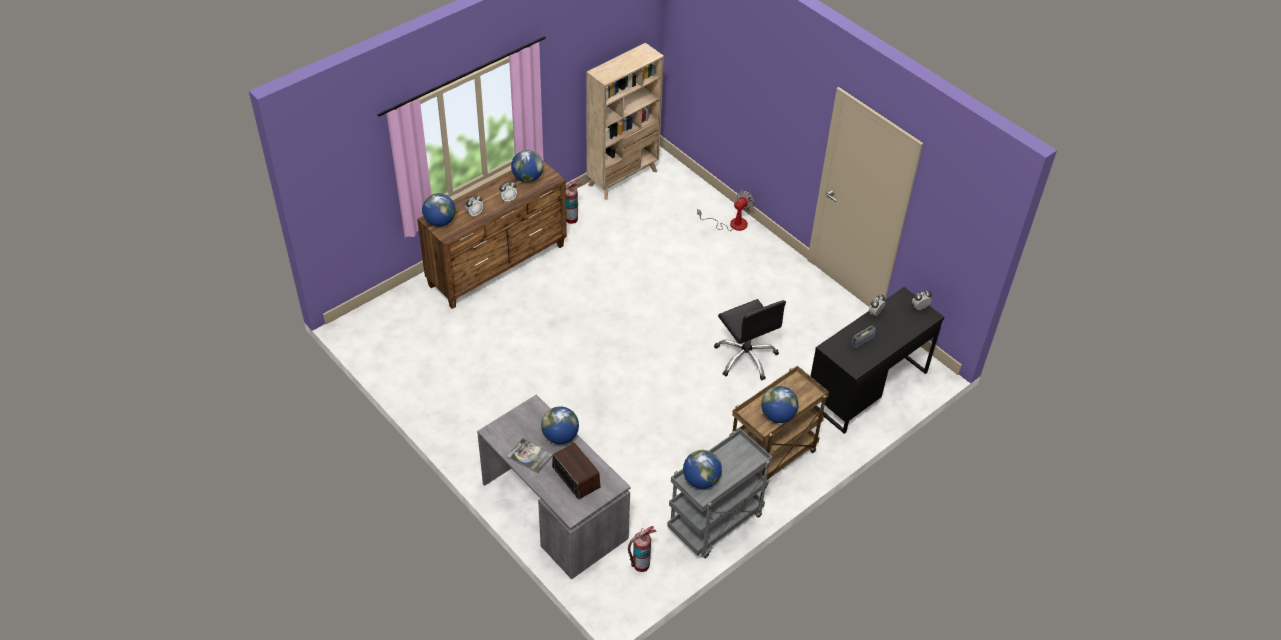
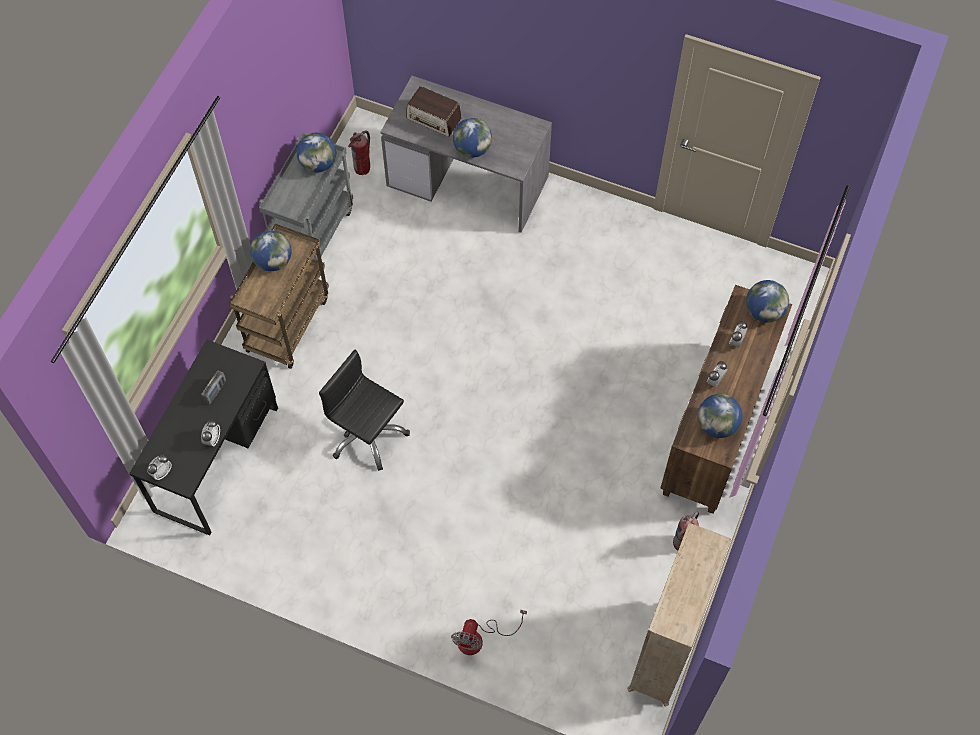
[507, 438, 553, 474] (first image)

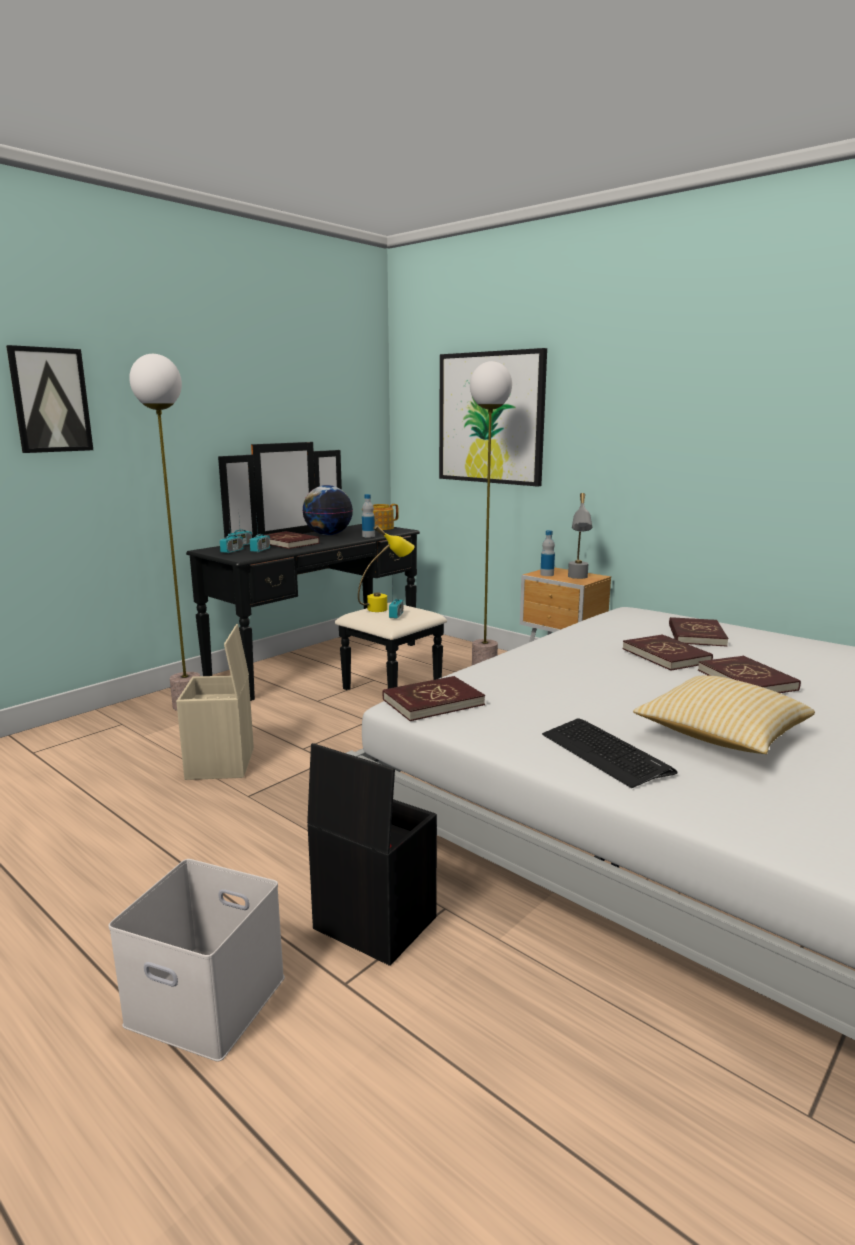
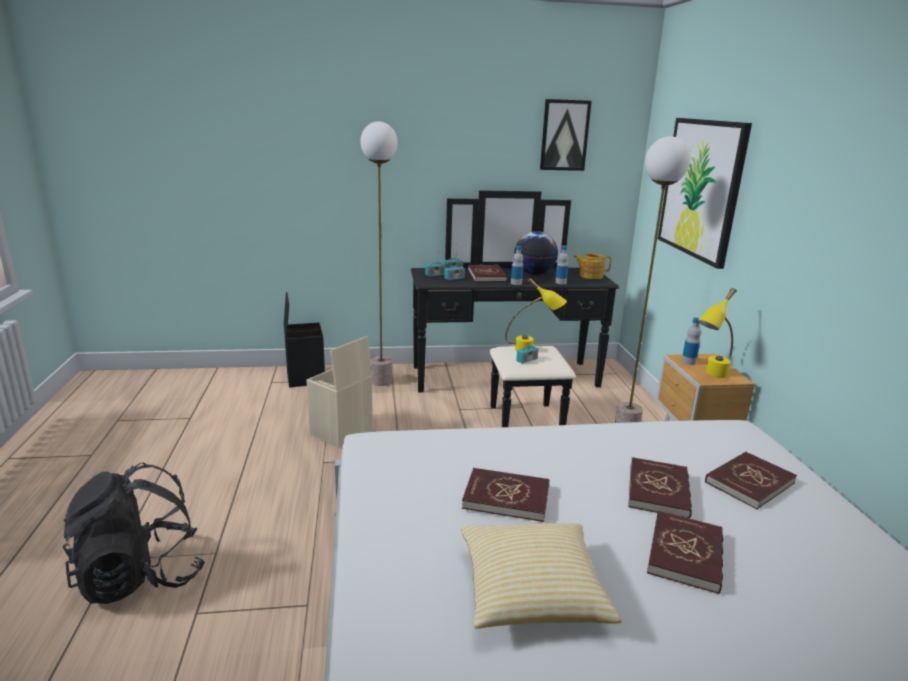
[540, 99, 592, 171]
[698, 288, 737, 378]
[462, 468, 550, 522]
[542, 718, 678, 788] (first image)
[284, 292, 325, 387]
[63, 463, 205, 604]
[511, 246, 523, 285]

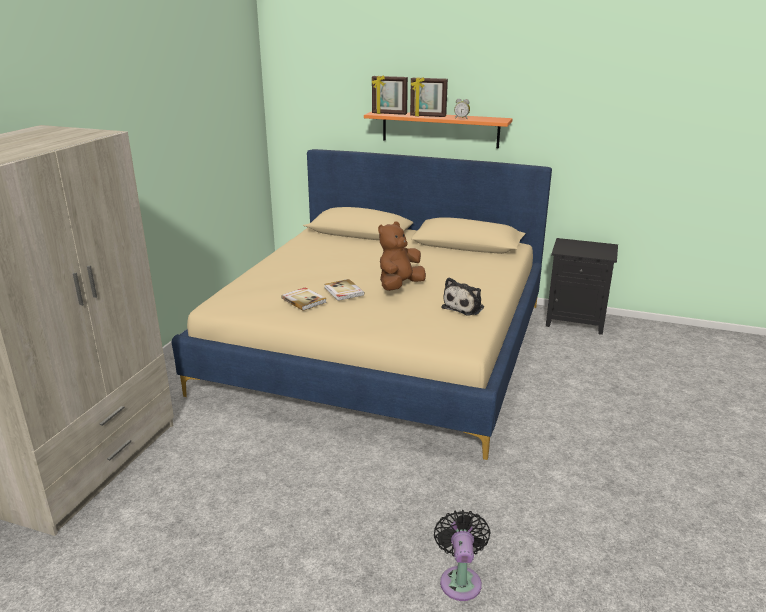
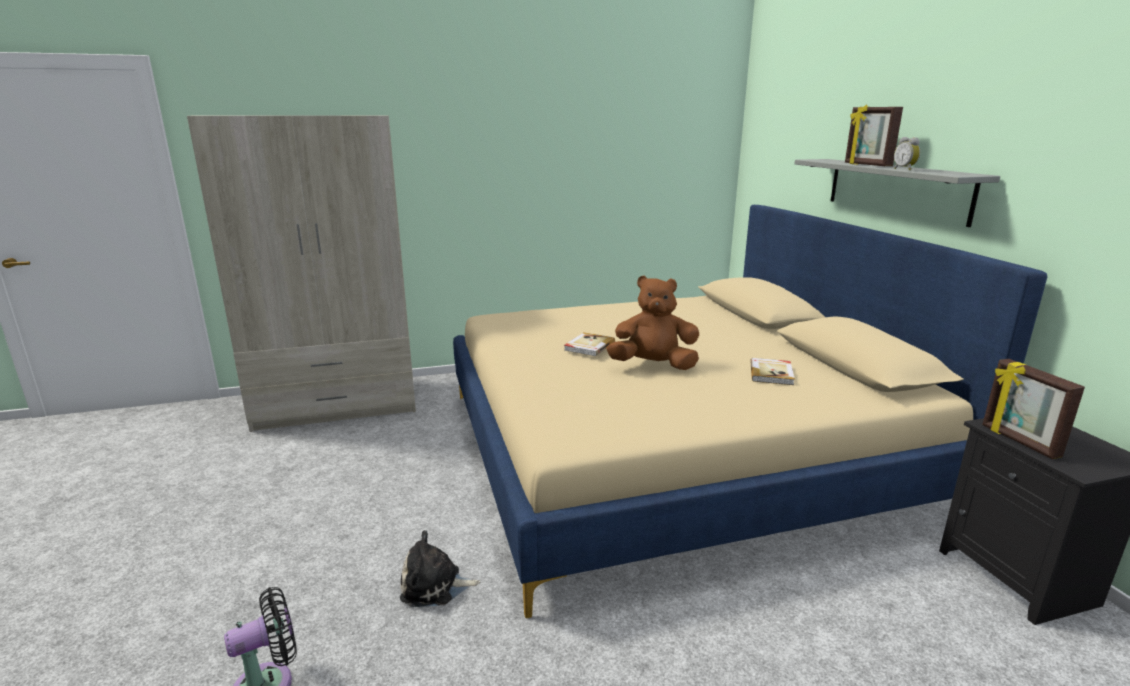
[982, 359, 1085, 459]
[795, 159, 1000, 227]
[400, 530, 480, 607]
[750, 358, 795, 385]

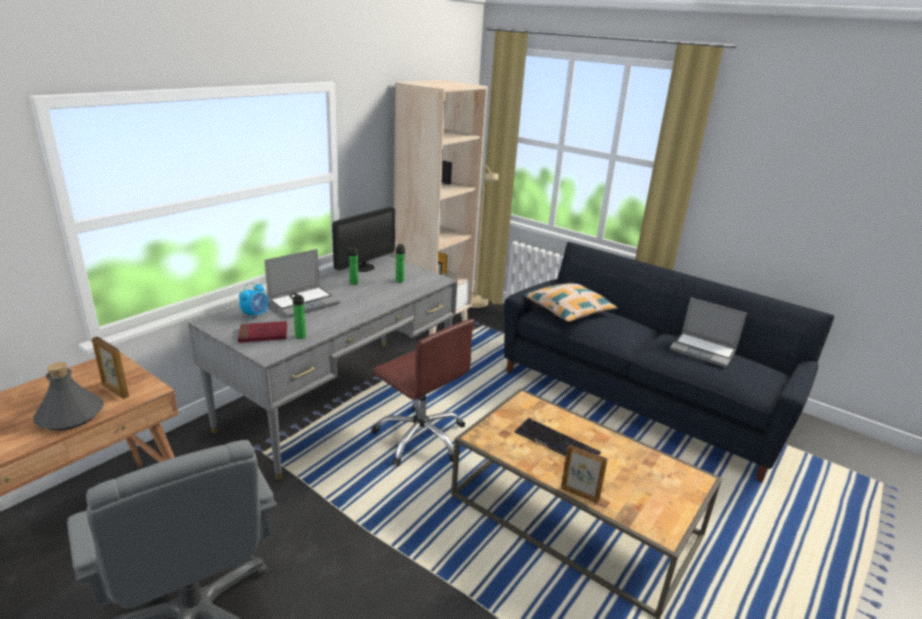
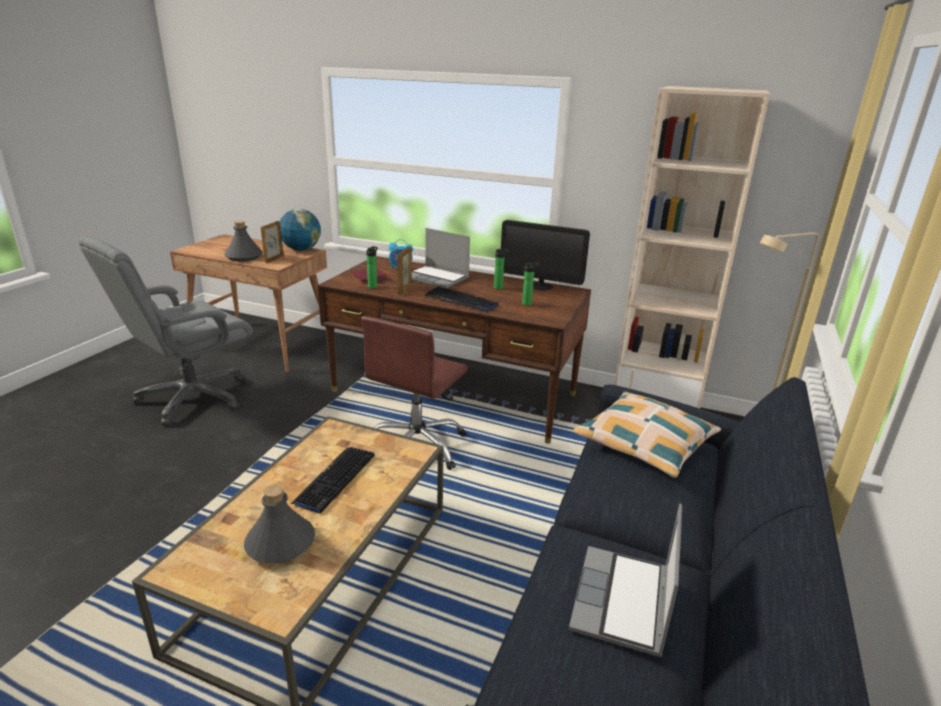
[318, 256, 591, 444]
[397, 246, 412, 295]
[280, 209, 321, 251]
[424, 286, 499, 312]
[244, 484, 315, 563]

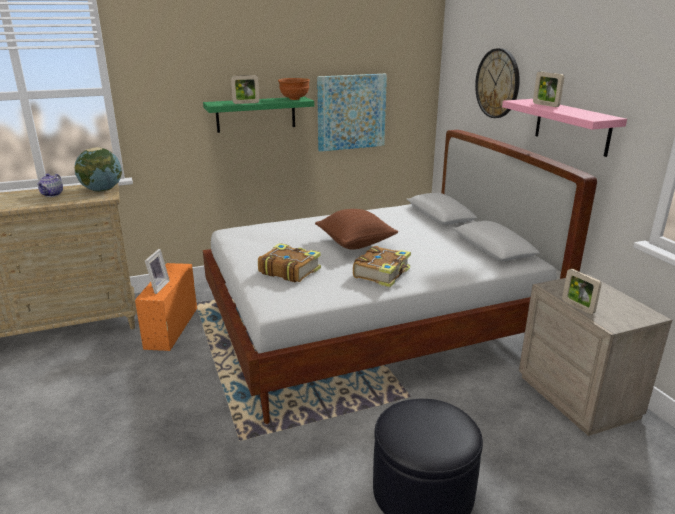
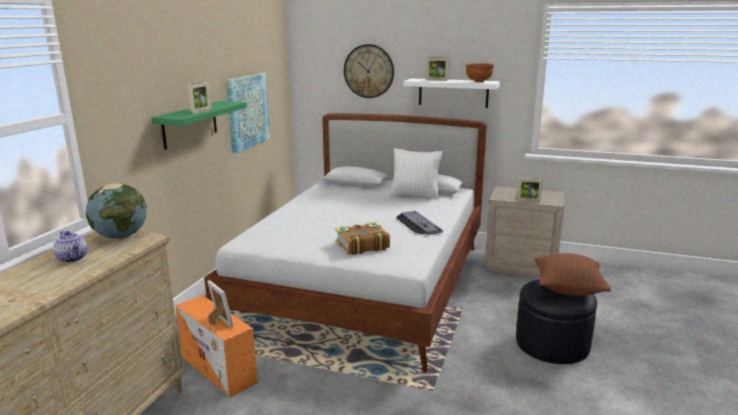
[466, 63, 494, 82]
[403, 78, 500, 108]
[535, 253, 611, 296]
[396, 211, 443, 235]
[390, 148, 443, 199]

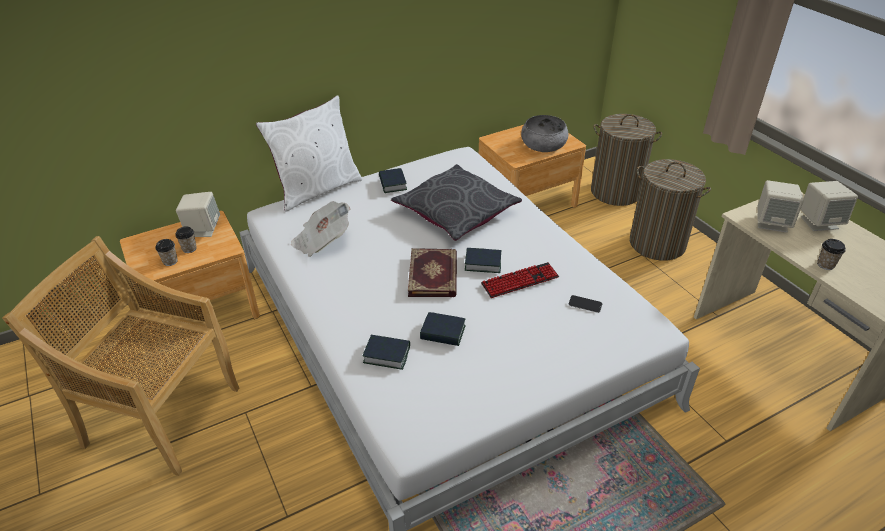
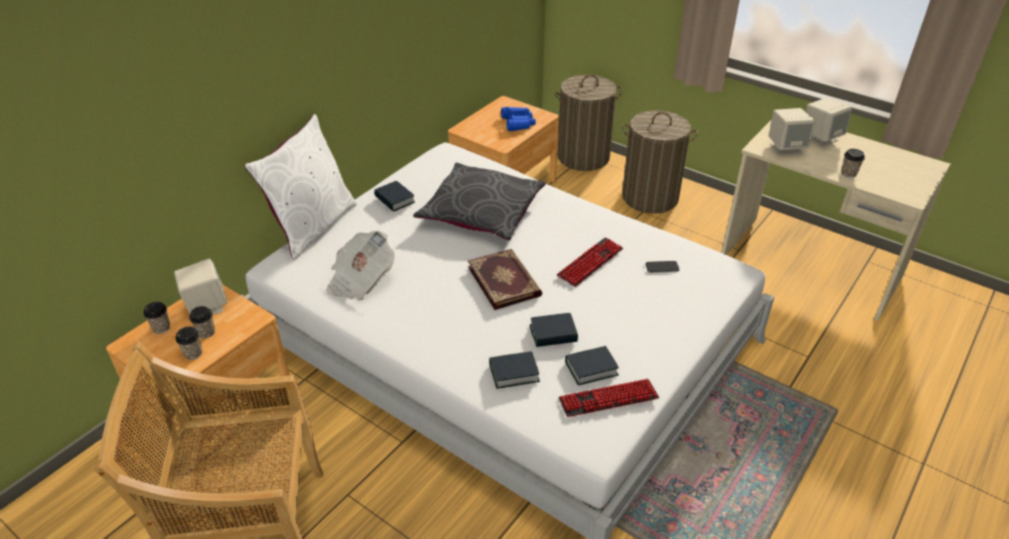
[501, 107, 536, 131]
[565, 346, 619, 385]
[144, 302, 170, 334]
[558, 379, 659, 417]

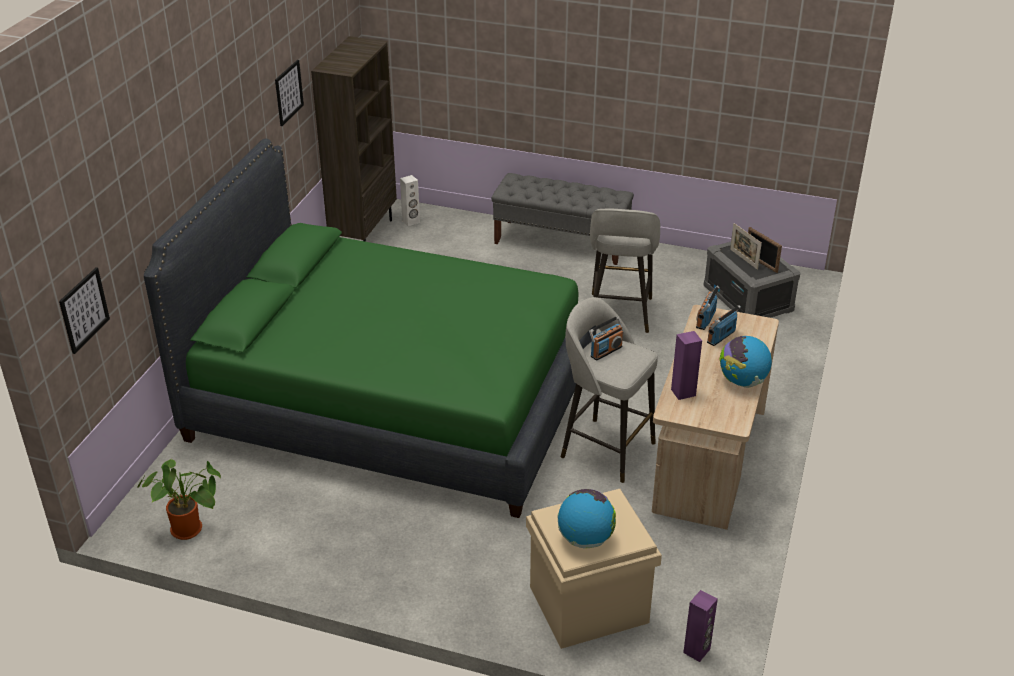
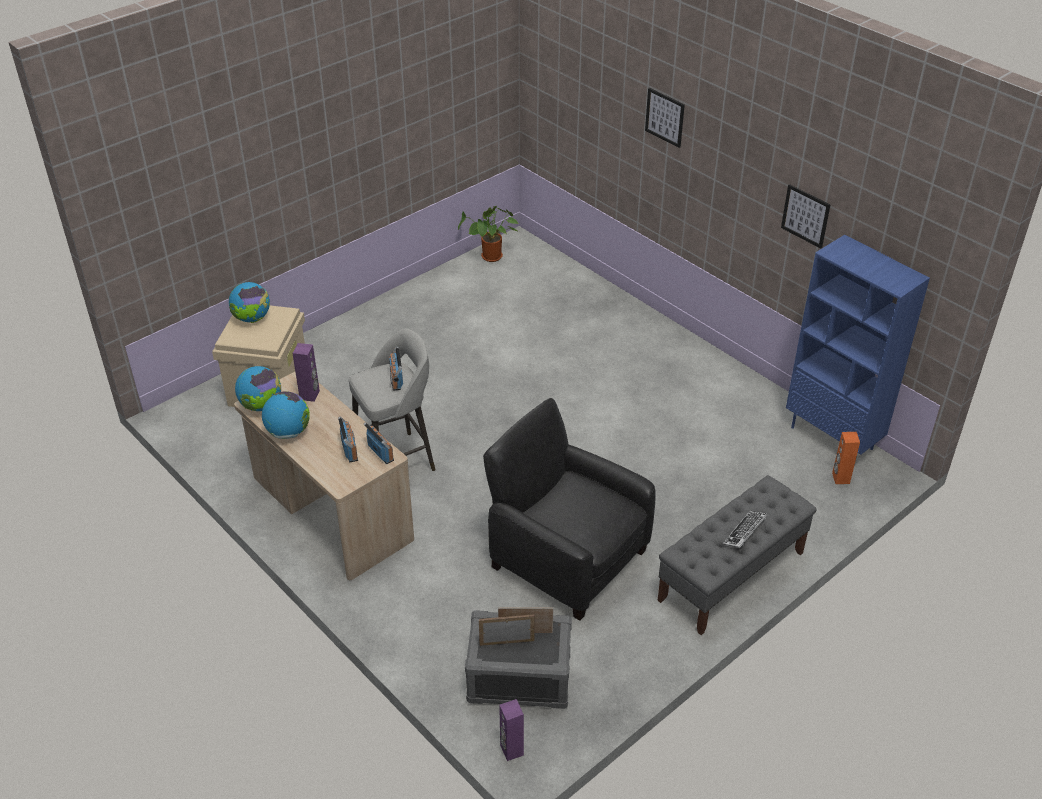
[786, 235, 930, 455]
[144, 139, 596, 518] (first image)
[832, 432, 860, 484]
[483, 398, 656, 621]
[645, 88, 685, 148]
[499, 699, 524, 761]
[235, 366, 281, 411]
[722, 510, 768, 548]

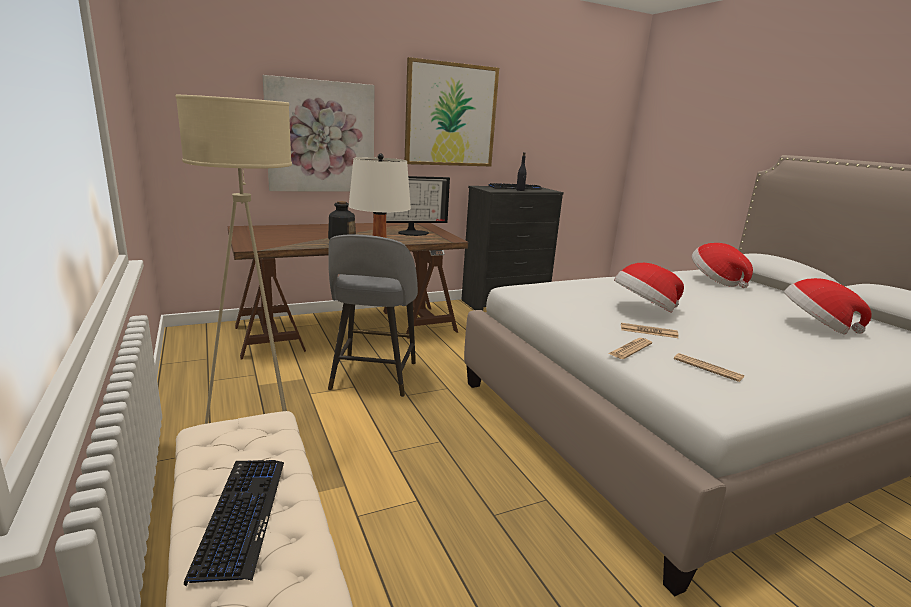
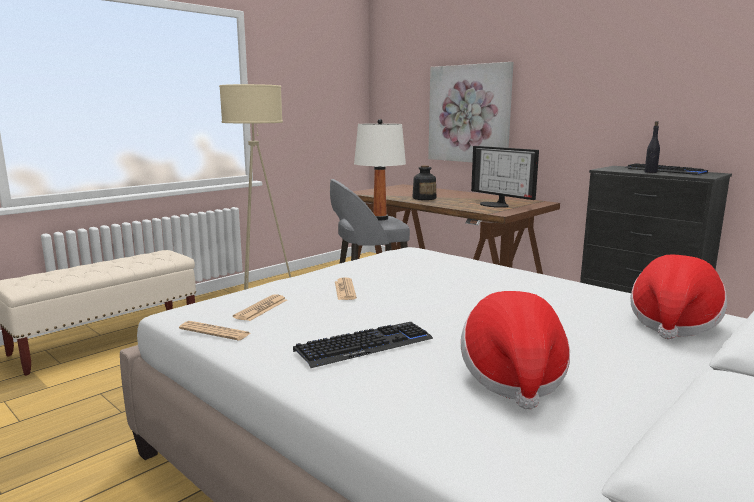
[405, 57, 499, 166] (first image)
[614, 263, 684, 313] (first image)
[179, 321, 251, 341]
[293, 322, 433, 368]

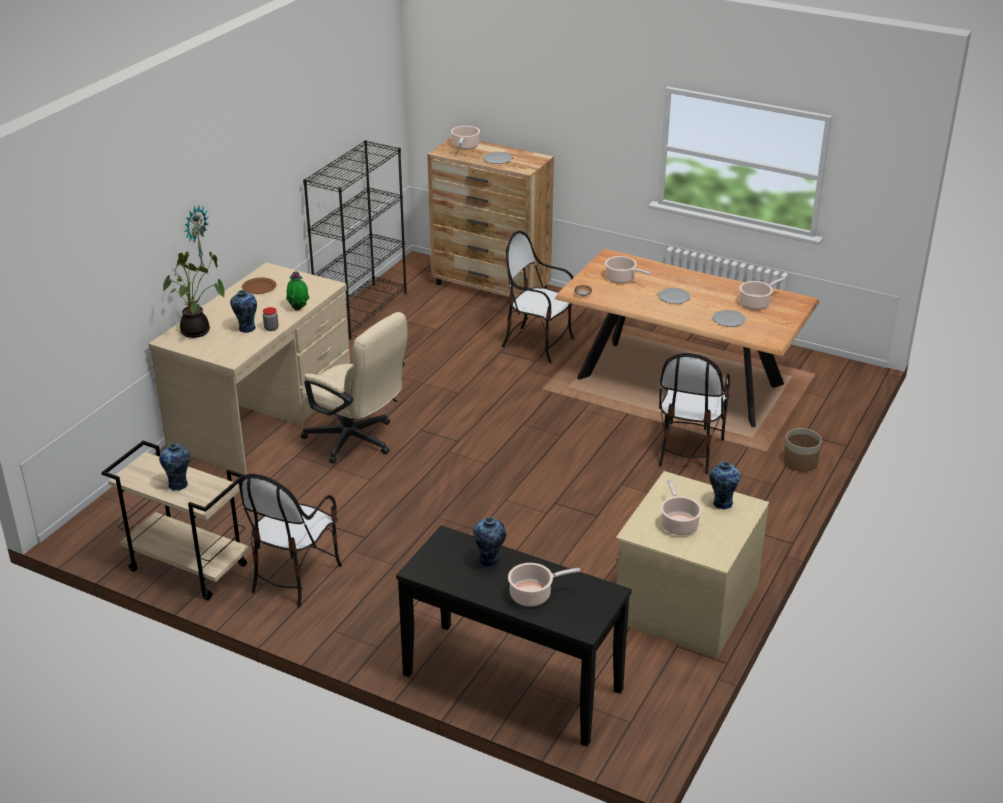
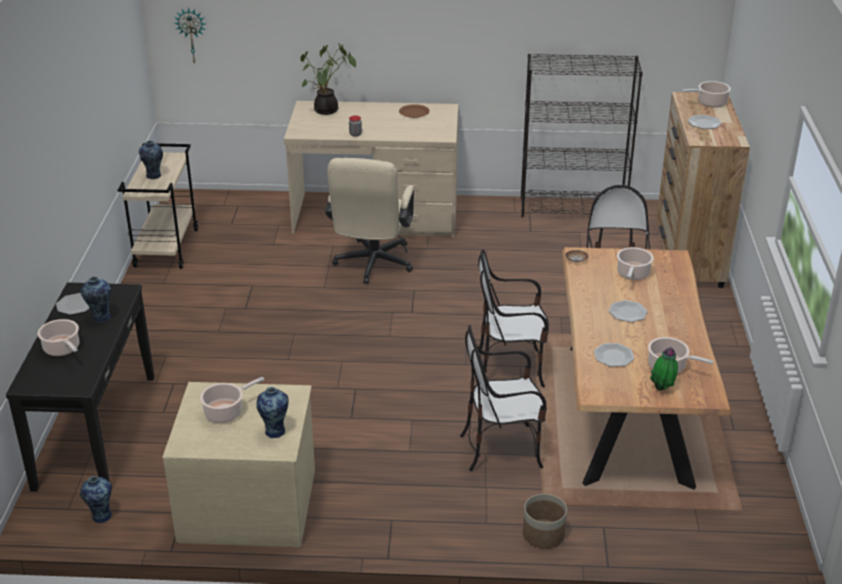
[174, 7, 206, 65]
[650, 347, 678, 390]
[80, 476, 113, 523]
[478, 249, 549, 387]
[56, 293, 90, 315]

